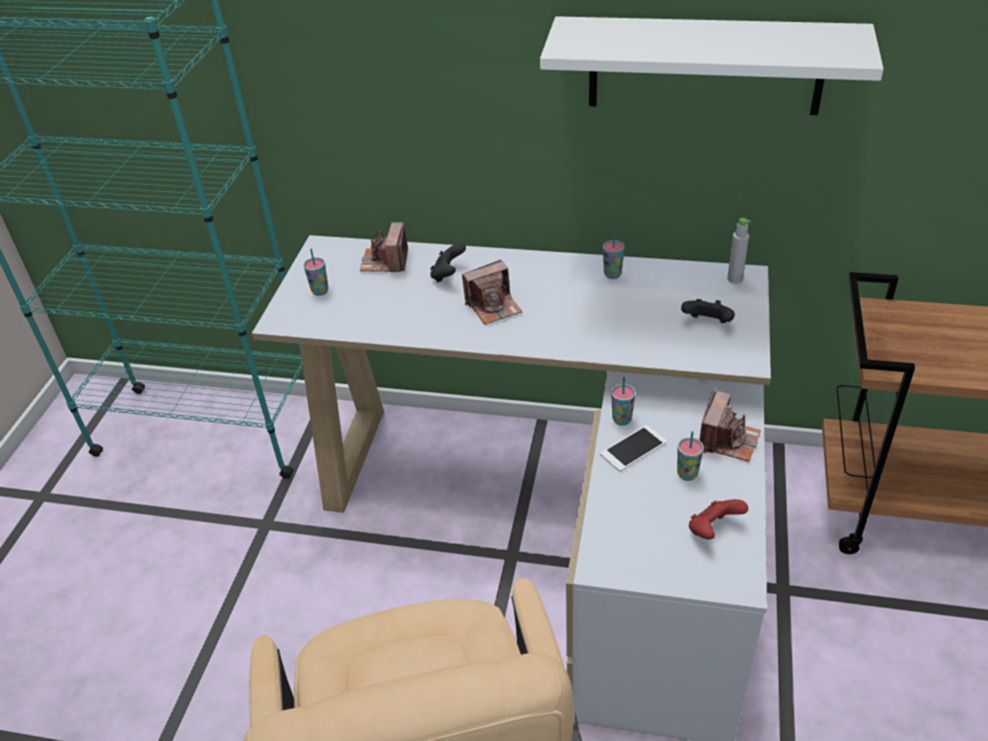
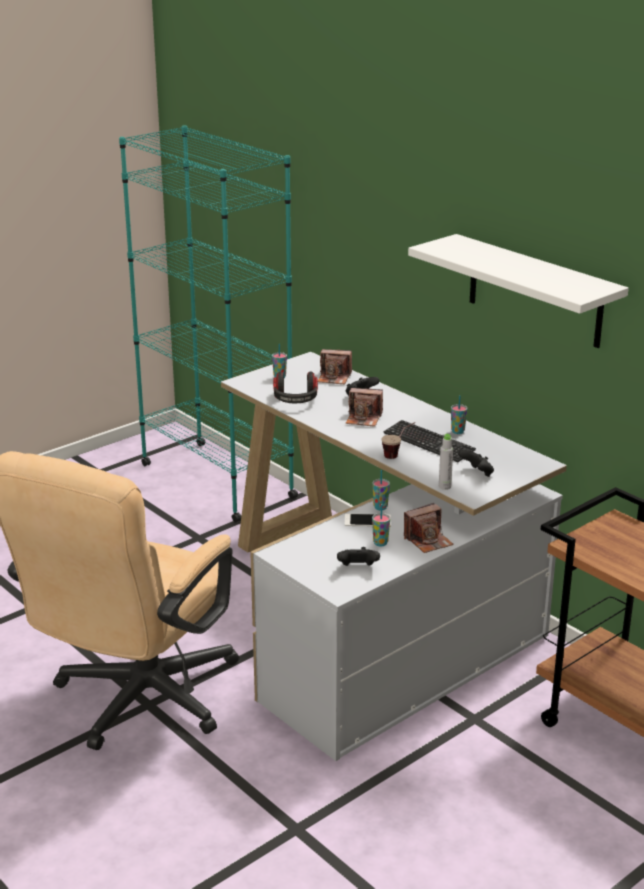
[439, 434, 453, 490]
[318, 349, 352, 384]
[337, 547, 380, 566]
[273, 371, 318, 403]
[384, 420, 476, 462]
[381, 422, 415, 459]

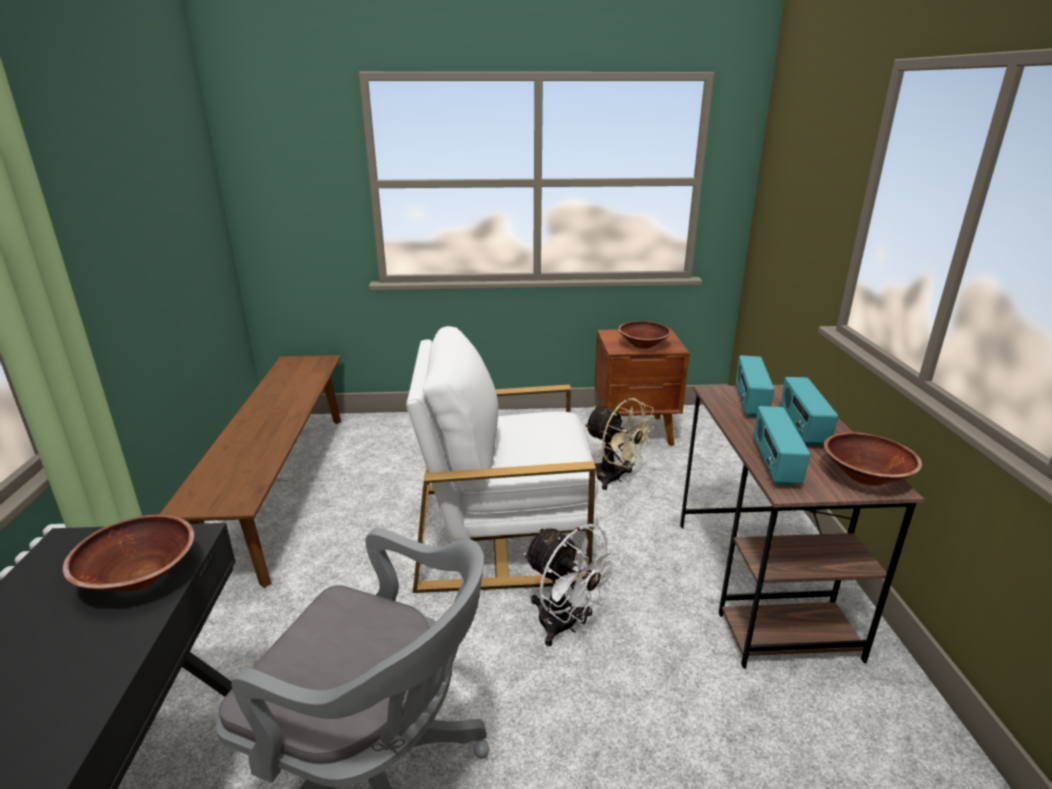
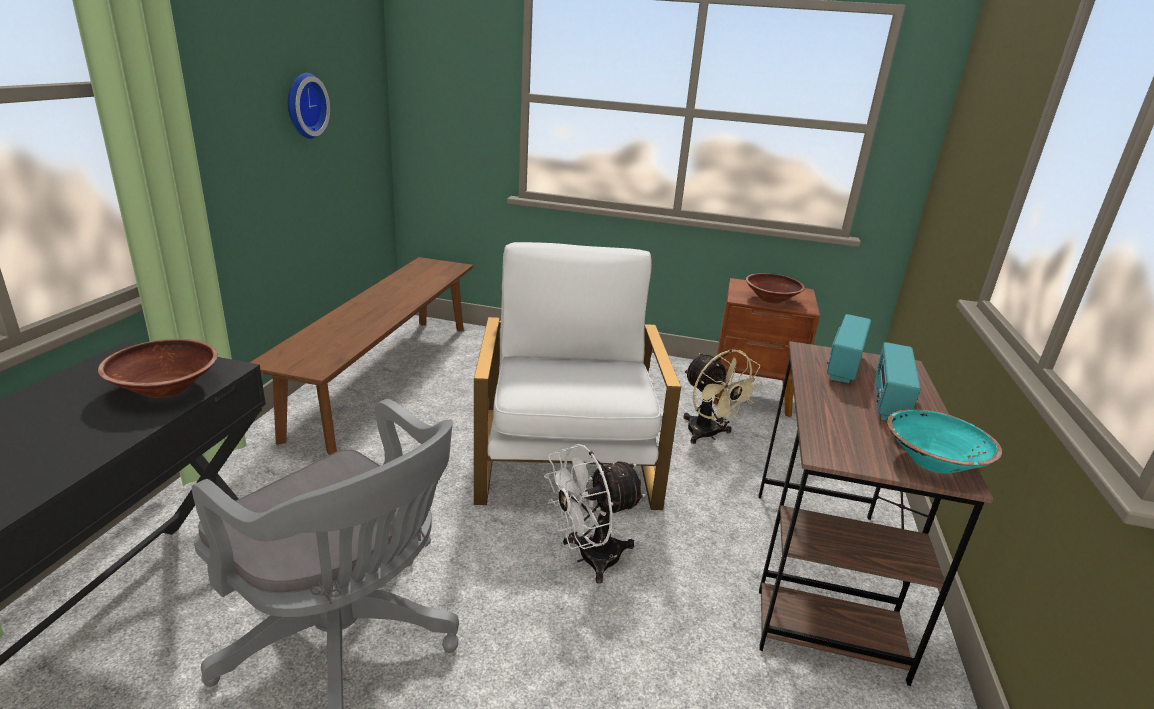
[474, 242, 681, 510]
[754, 406, 811, 486] (first image)
[887, 409, 1002, 474]
[544, 444, 645, 584]
[288, 73, 330, 139]

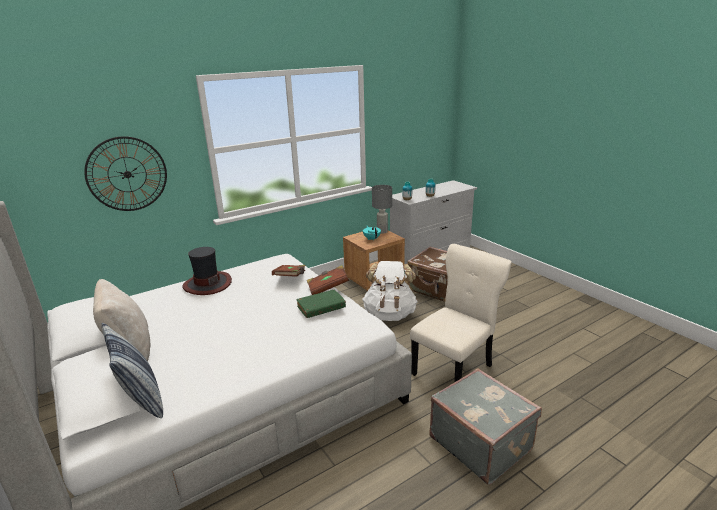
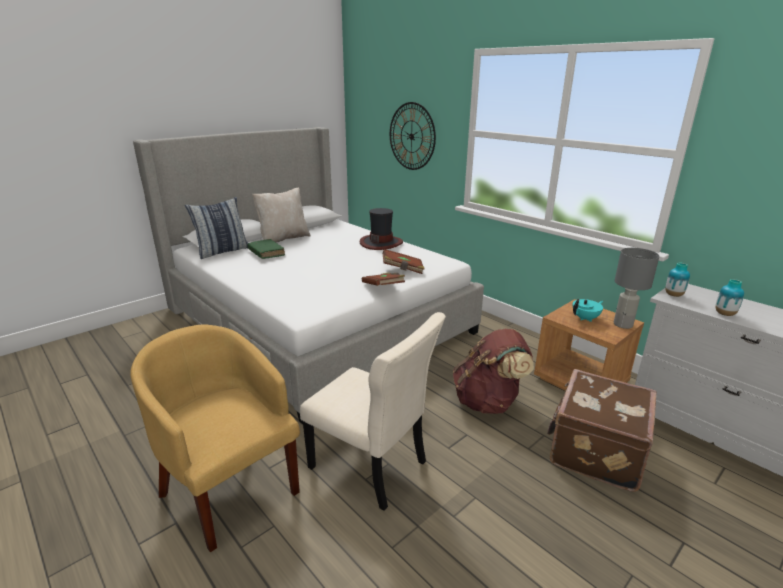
[453, 328, 534, 414]
[247, 239, 285, 259]
[130, 324, 300, 552]

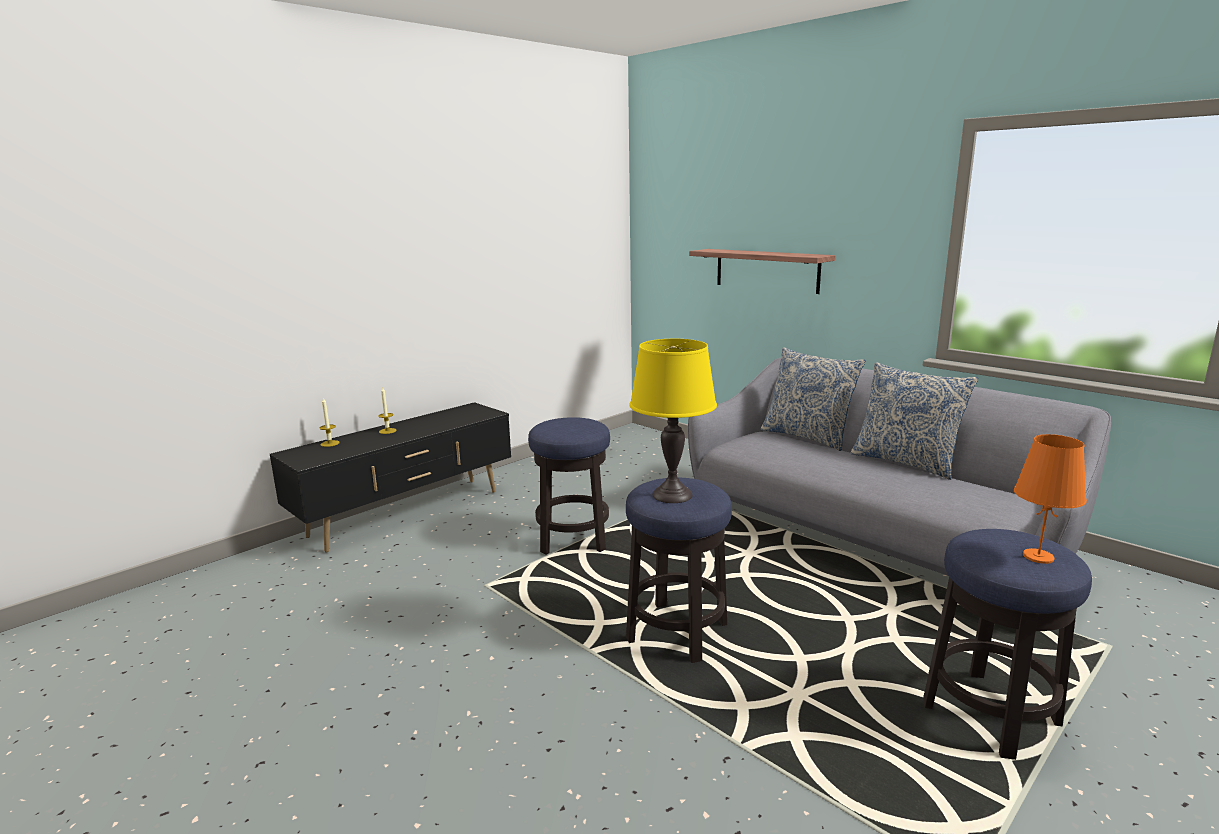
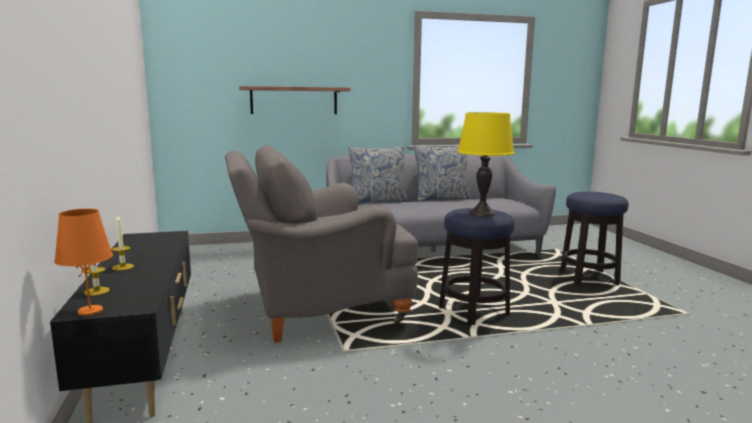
[225, 145, 418, 343]
[54, 209, 113, 316]

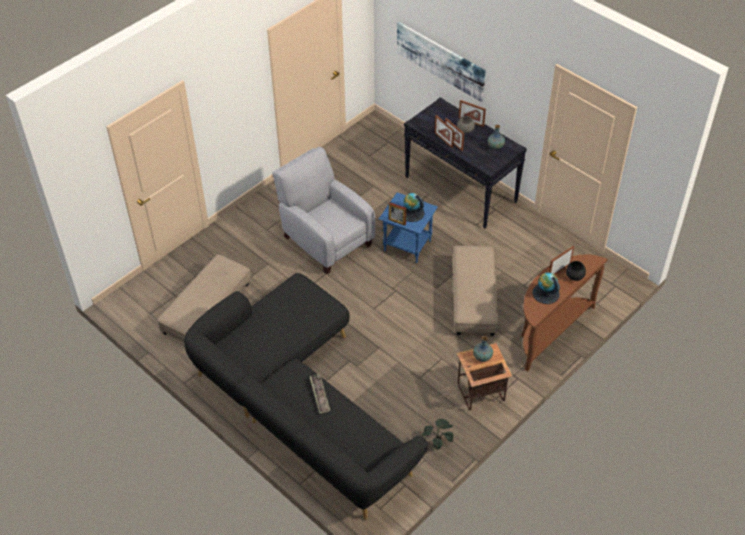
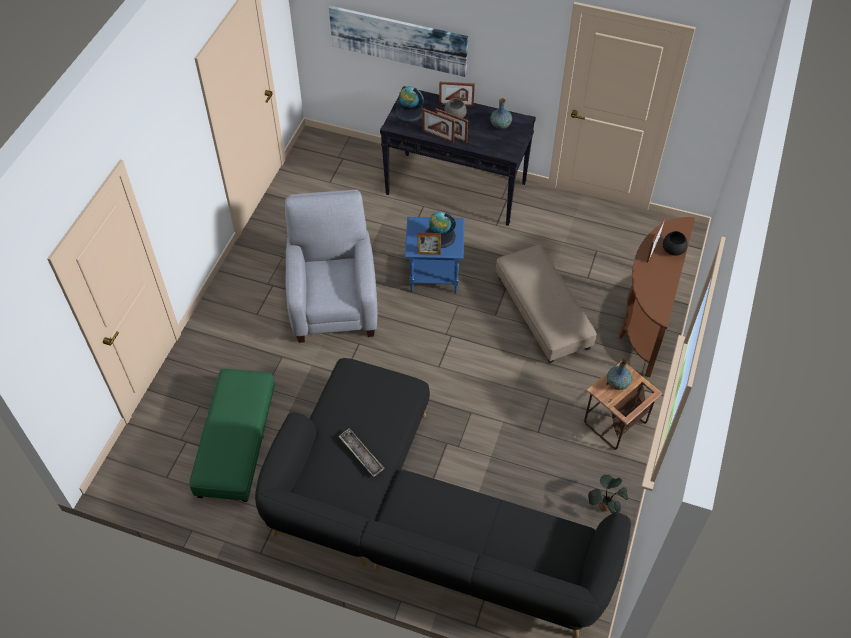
[285, 190, 377, 343]
[189, 369, 275, 502]
[395, 86, 424, 122]
[338, 428, 385, 477]

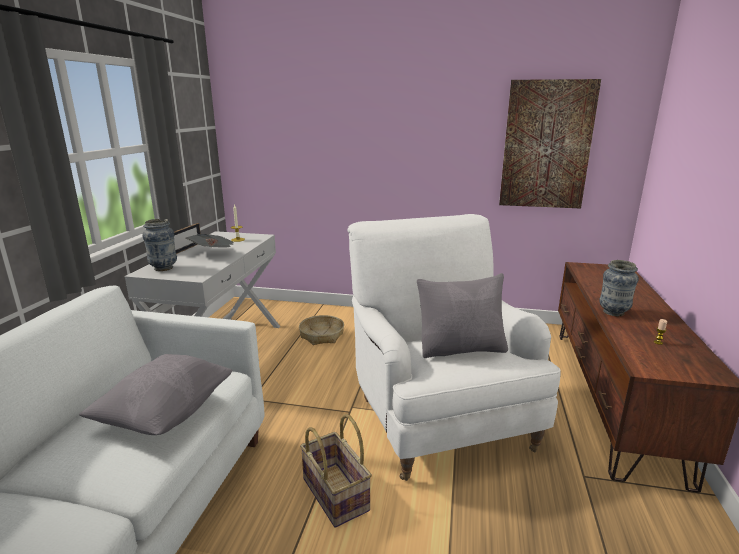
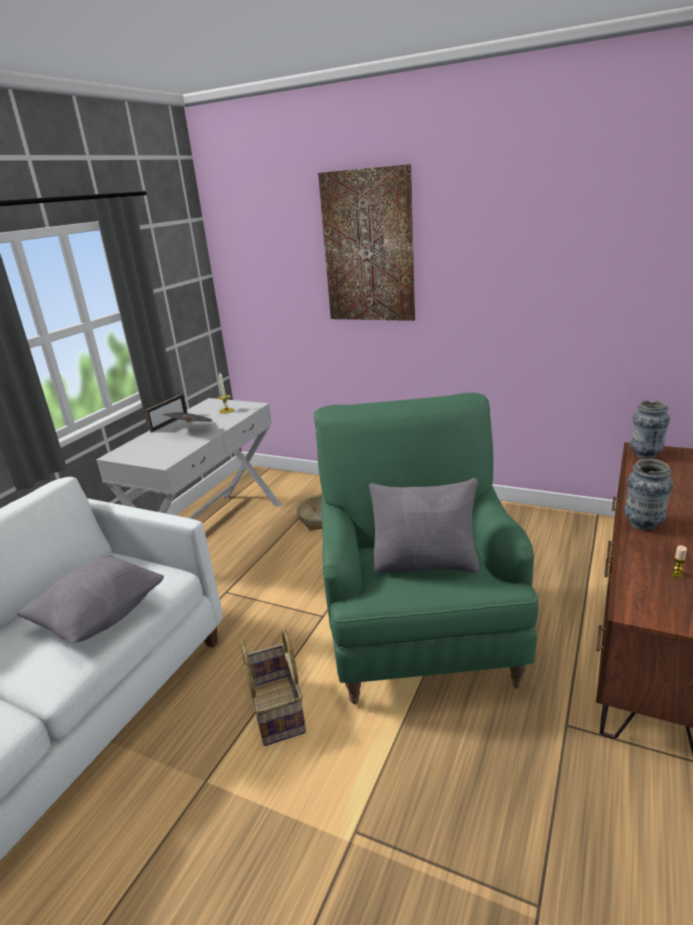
[318, 164, 415, 321]
[314, 392, 538, 705]
[630, 400, 670, 459]

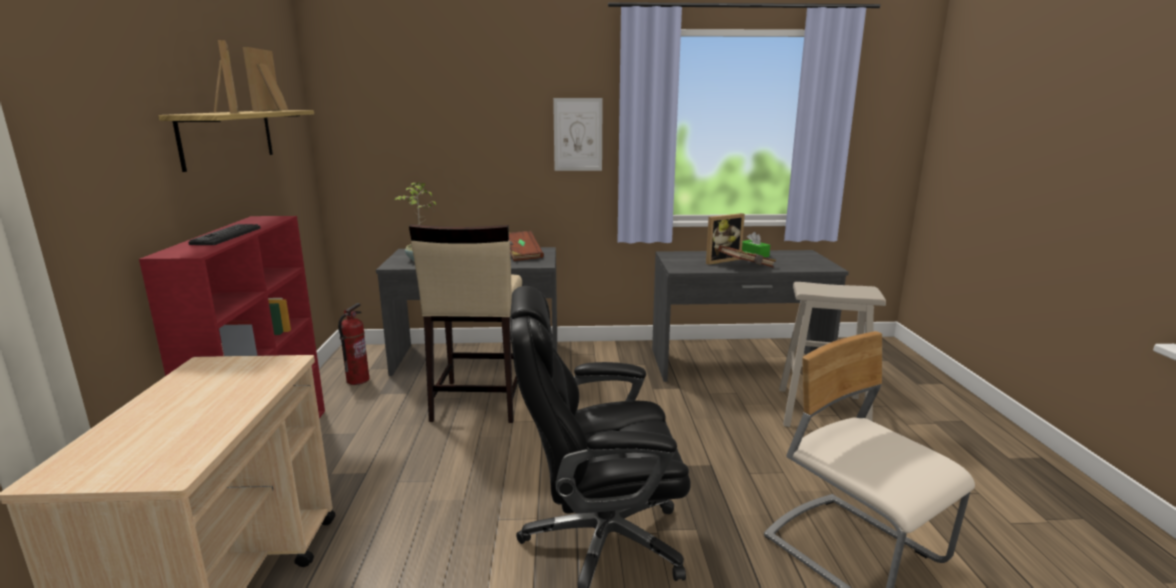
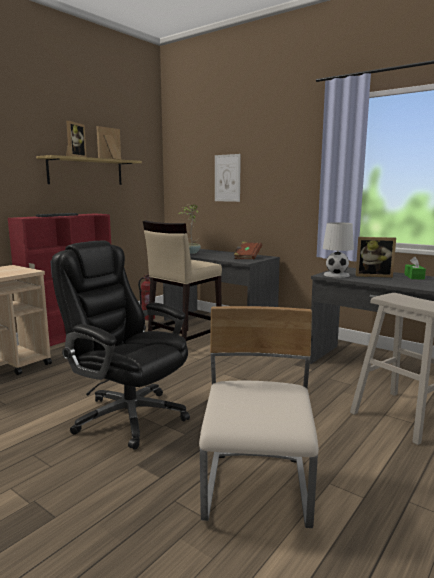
[215, 154, 241, 202]
[718, 245, 776, 267] (first image)
[323, 222, 354, 278]

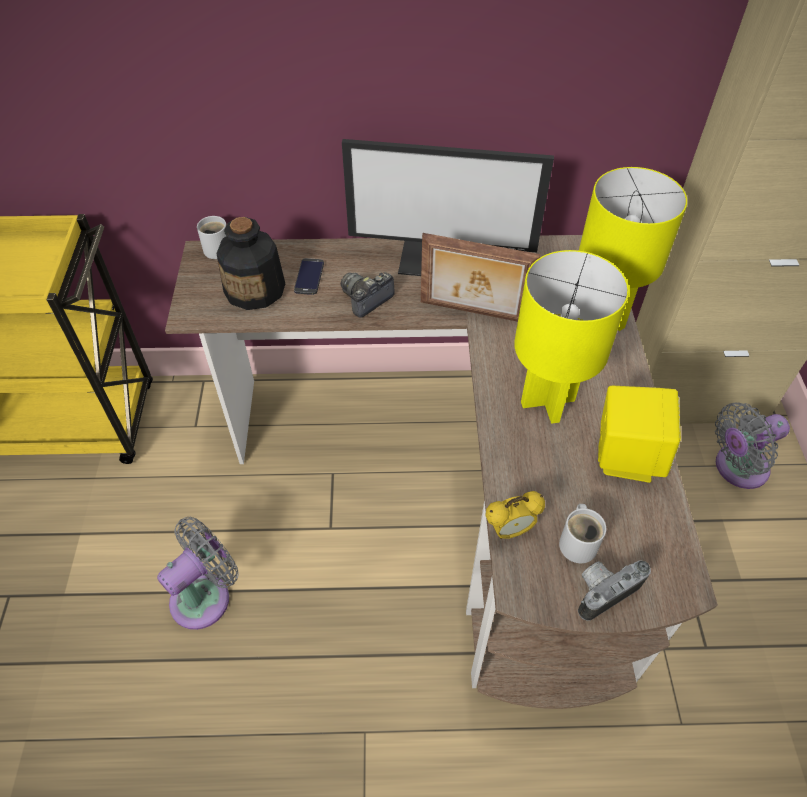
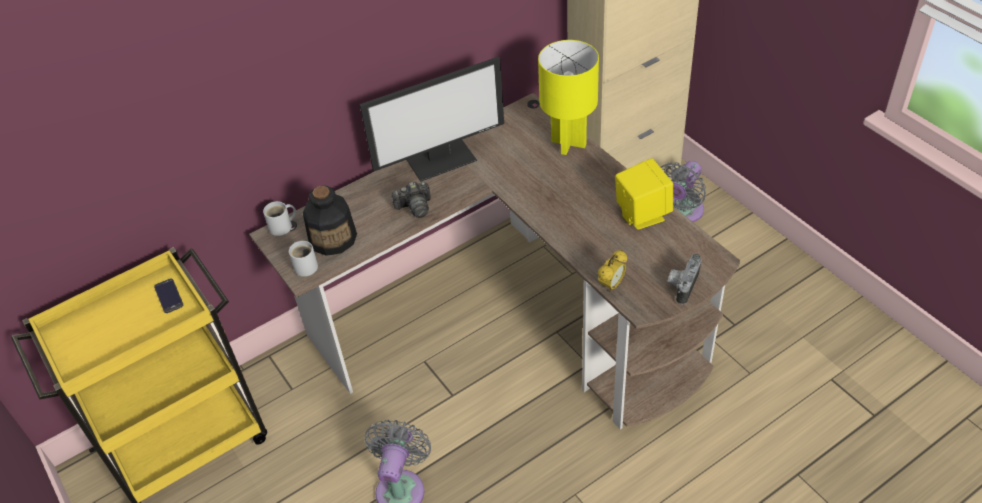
[421, 233, 540, 322] (first image)
[514, 250, 629, 424] (first image)
[154, 279, 183, 313]
[391, 182, 431, 218]
[289, 241, 318, 277]

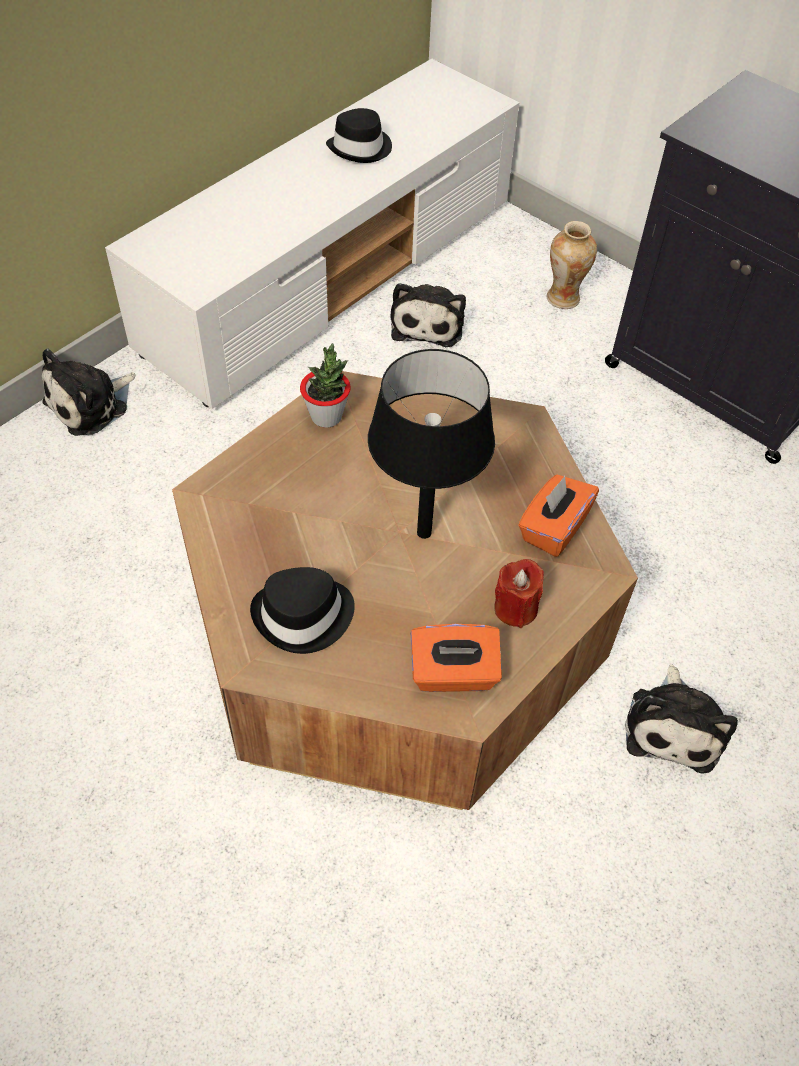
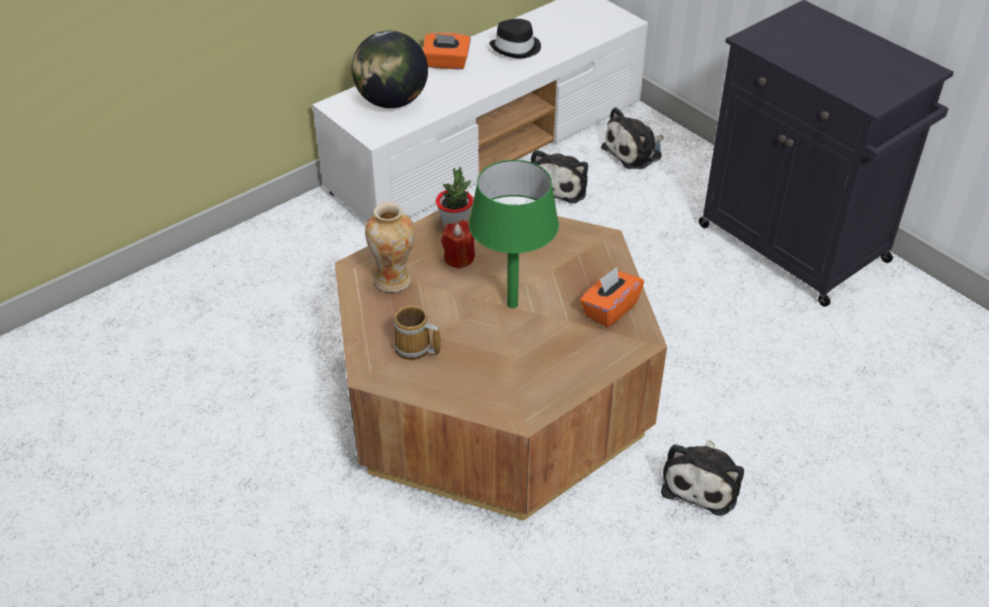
[365, 202, 415, 292]
[601, 107, 664, 169]
[469, 160, 559, 308]
[441, 220, 475, 269]
[393, 306, 441, 360]
[423, 32, 471, 69]
[352, 31, 428, 108]

